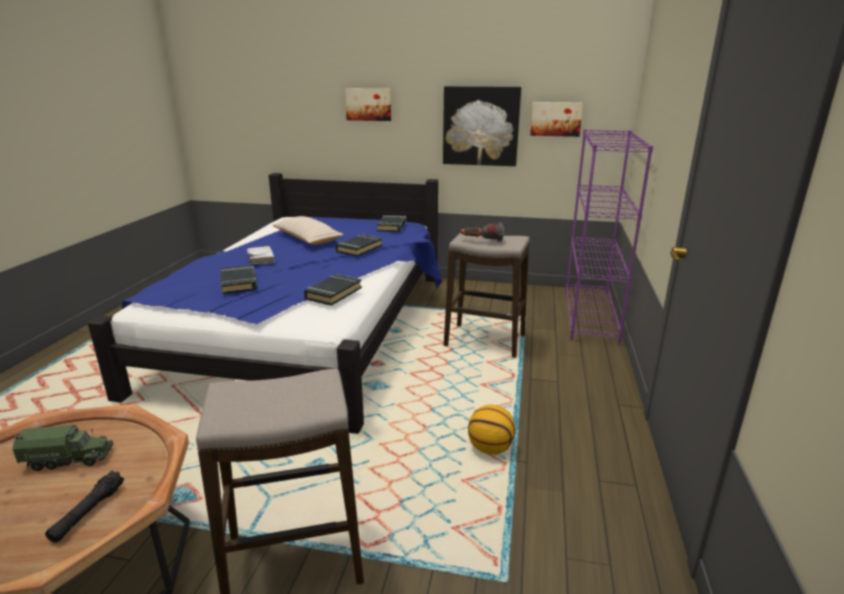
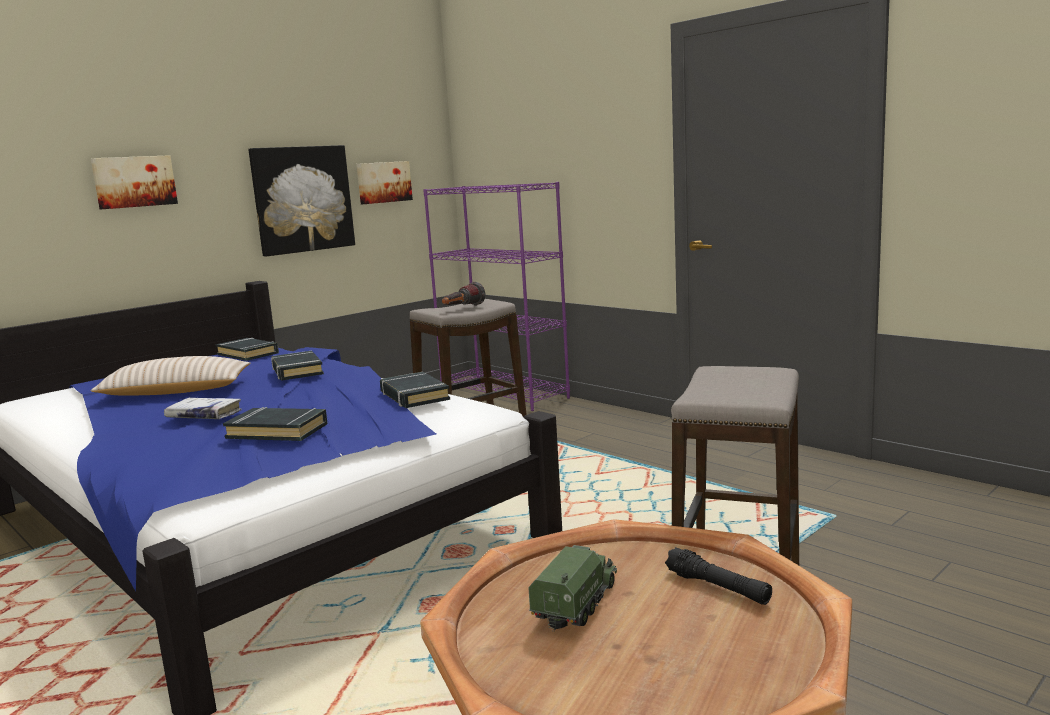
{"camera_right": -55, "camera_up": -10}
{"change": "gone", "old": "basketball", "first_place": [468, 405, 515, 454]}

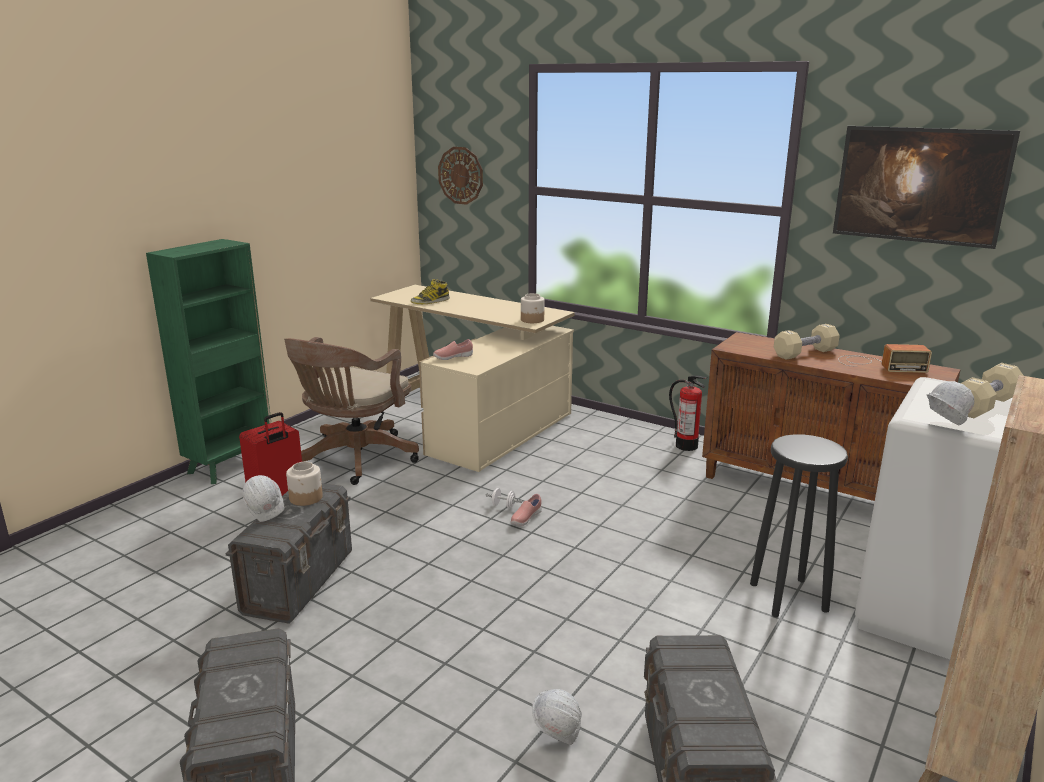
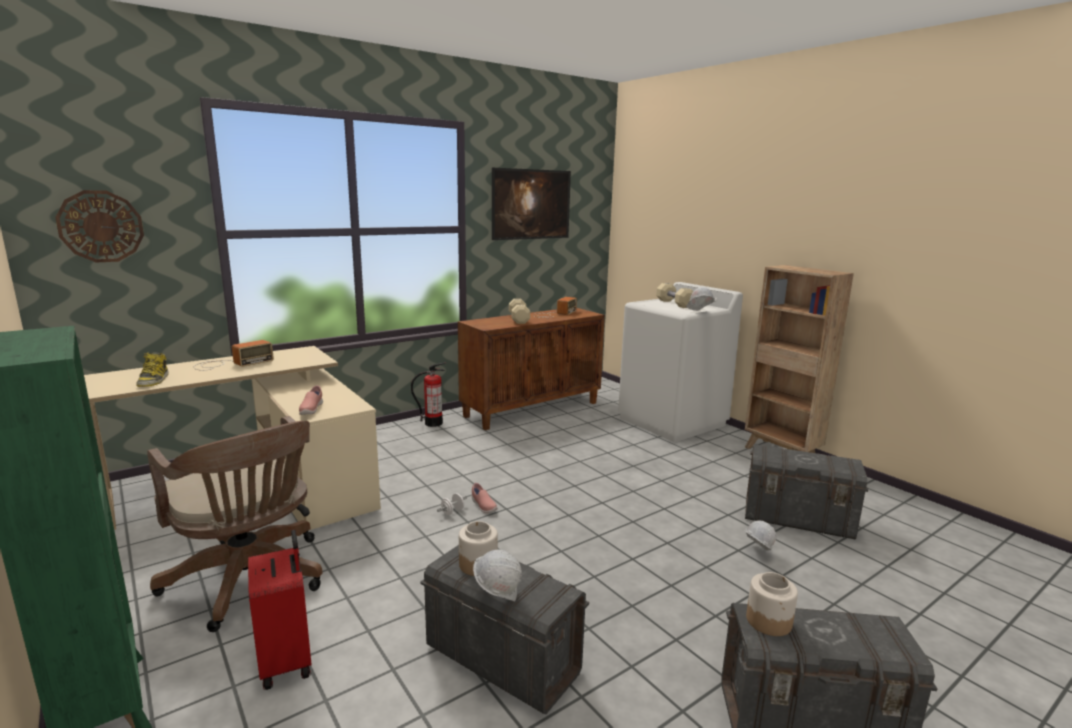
{"camera_right": -70, "camera_up": -5}
{"change": "shifted", "old": "jar", "first_place": [521, 293, 545, 323], "second_place": [746, 572, 798, 636]}
{"change": "gone", "old": "black sitting stool", "first_place": [750, 434, 848, 617]}
{"change": "new", "new": "radio", "second_place": [193, 340, 274, 371]}

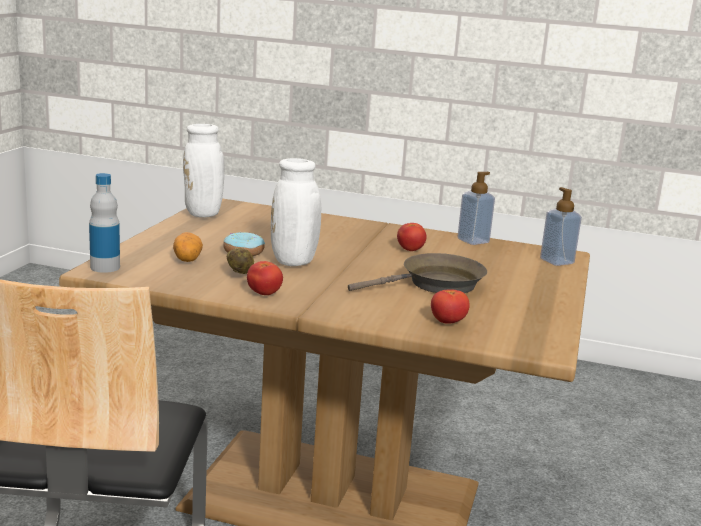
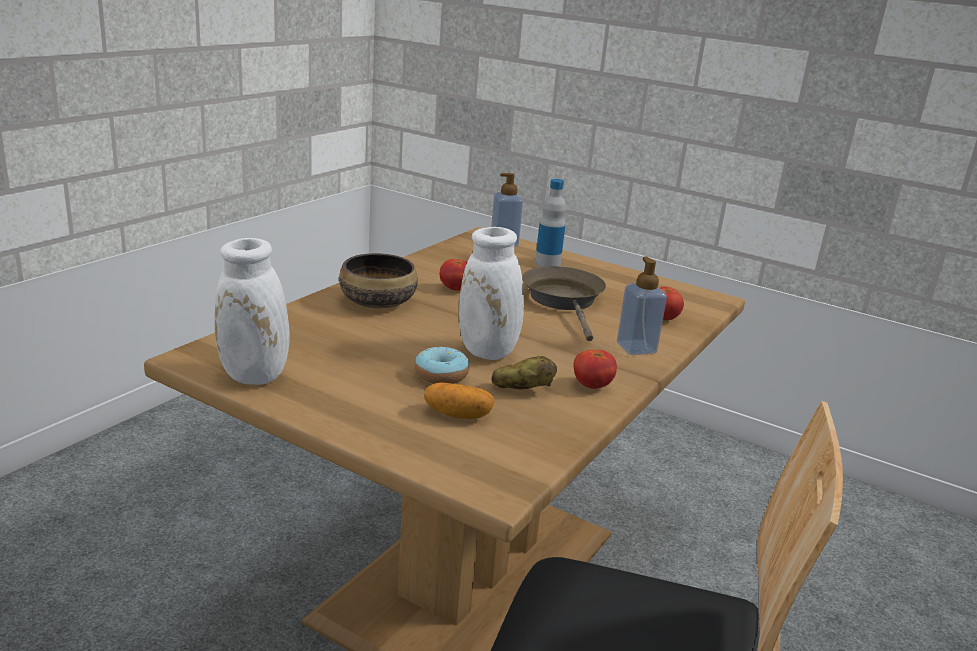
{"camera_right": -75, "camera_up": 5}
{"change": "shifted", "old": "soap dispenser", "first_place": [457, 172, 495, 245], "second_place": [617, 256, 667, 355]}
{"change": "shifted", "old": "beverage bottle", "first_place": [89, 173, 120, 273], "second_place": [535, 179, 566, 267]}
{"change": "new", "new": "bowl", "second_place": [339, 253, 418, 308]}

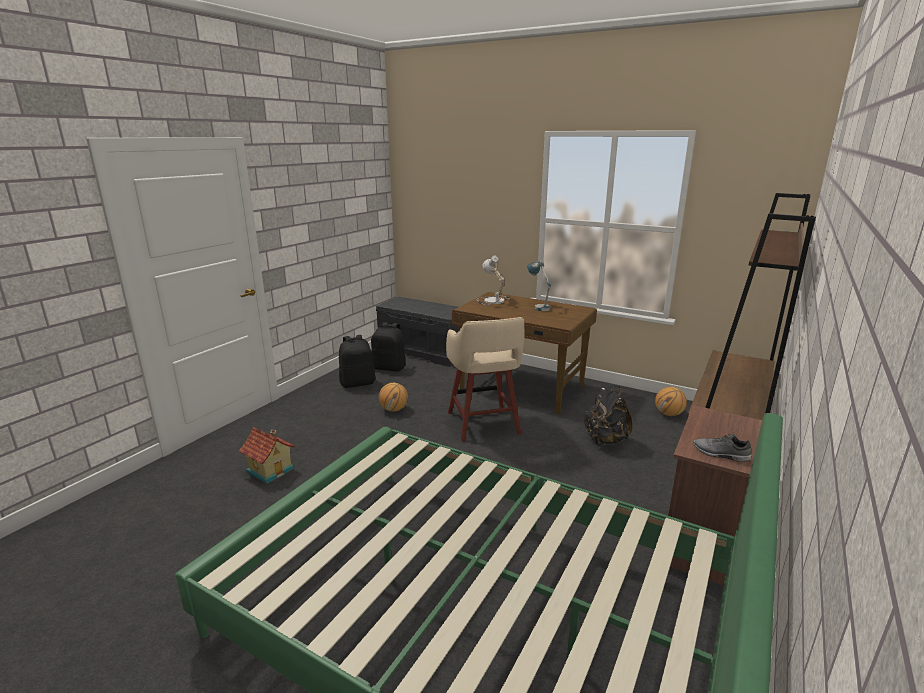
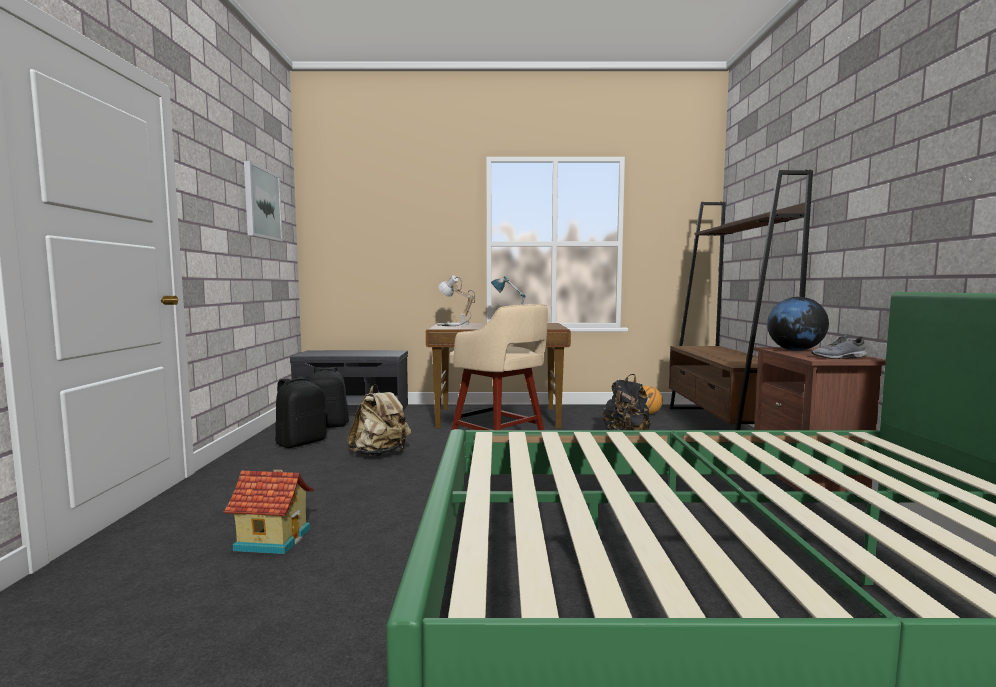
{"camera_right": -30, "camera_up": -15}
{"change": "swapped", "old": "basketball", "new": "beige knapsack", "first_place": [379, 383, 408, 412], "second_place": [347, 384, 411, 456]}
{"change": "new", "new": "wall picture", "second_place": [244, 161, 283, 242]}
{"change": "new", "new": "globe", "second_place": [767, 297, 829, 351]}

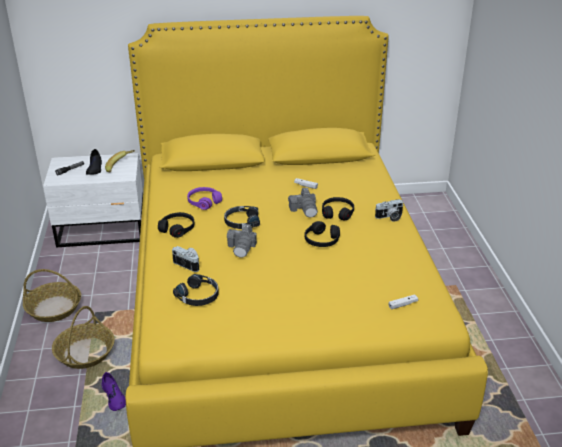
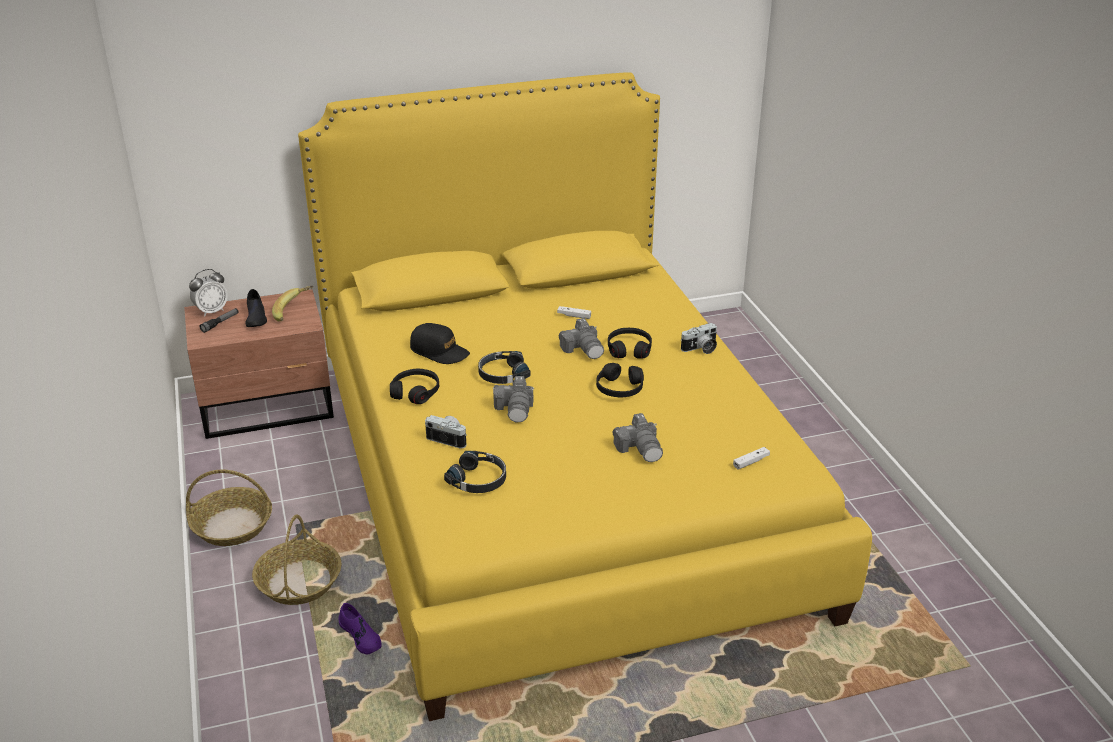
{"camera_right": -10, "camera_up": 0}
{"change": "repainted", "old": "white nightstand", "new": "brownish nightstand", "first_place": [43, 153, 143, 248], "second_place": [184, 289, 334, 439]}
{"change": "swapped", "old": "purple headset", "new": "black cap", "first_place": [187, 187, 222, 210], "second_place": [410, 323, 470, 364]}
{"change": "new", "new": "table clock", "second_place": [189, 269, 228, 317]}
{"change": "new", "new": "still camera", "second_place": [613, 413, 663, 462]}

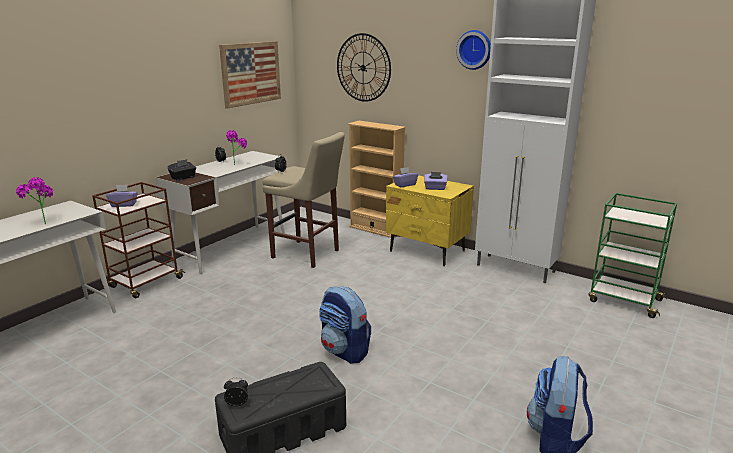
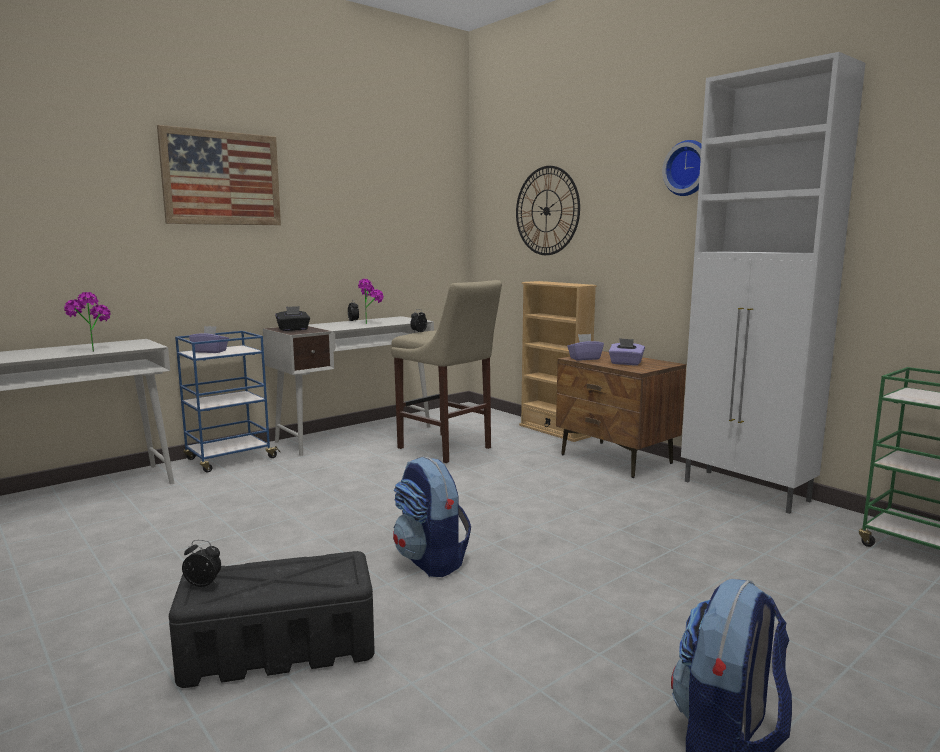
{"camera_right": 15, "camera_up": -10}
{"change": "shifted", "old": "wall picture", "first_place": [219, 41, 281, 109], "second_place": [157, 125, 281, 225]}
{"change": "repainted", "old": "yellowish nightstand", "new": "brownish nightstand", "first_place": [386, 175, 474, 266], "second_place": [556, 351, 686, 478]}
{"change": "repainted", "old": "brownish wheeled cart", "new": "blue-coloured wheeled cart", "first_place": [92, 182, 185, 298], "second_place": [175, 331, 280, 472]}

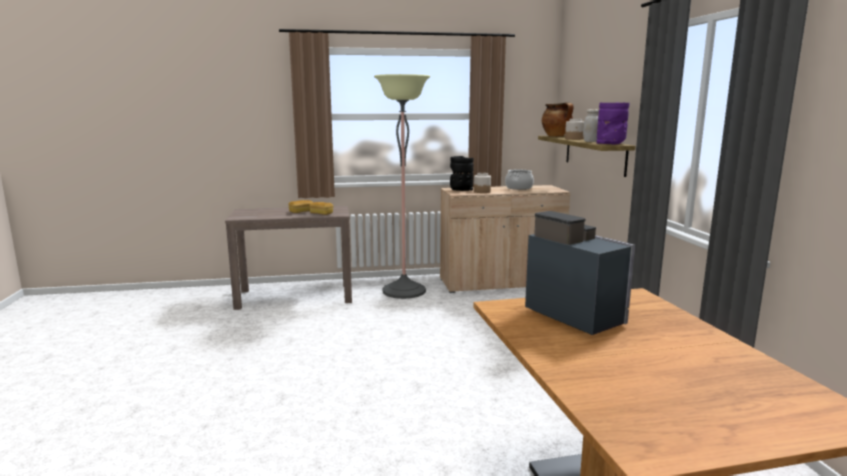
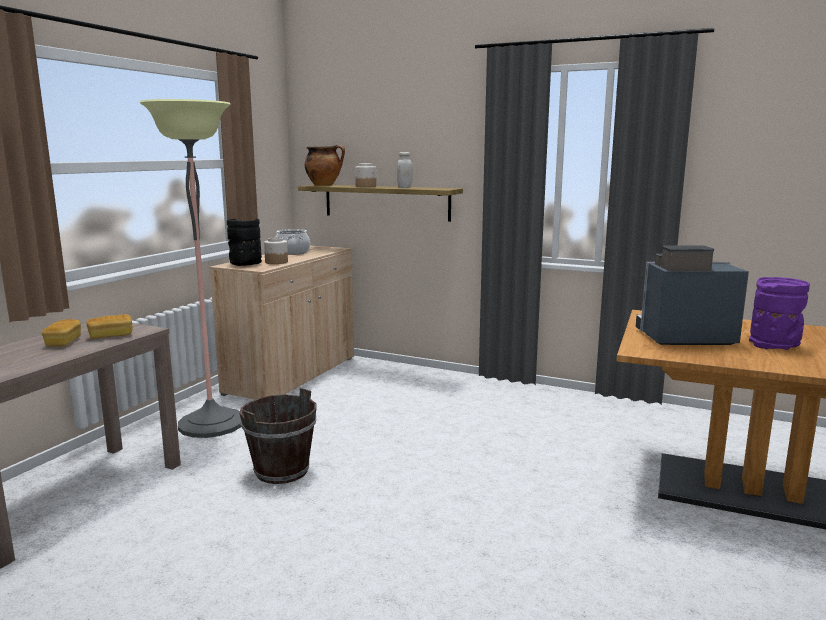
{"camera_right": -55, "camera_up": 0}
{"change": "shifted", "old": "purple decorative vase", "first_place": [596, 103, 629, 145], "second_place": [749, 277, 810, 350]}
{"change": "new", "new": "brownish water bucket", "second_place": [239, 388, 316, 484]}

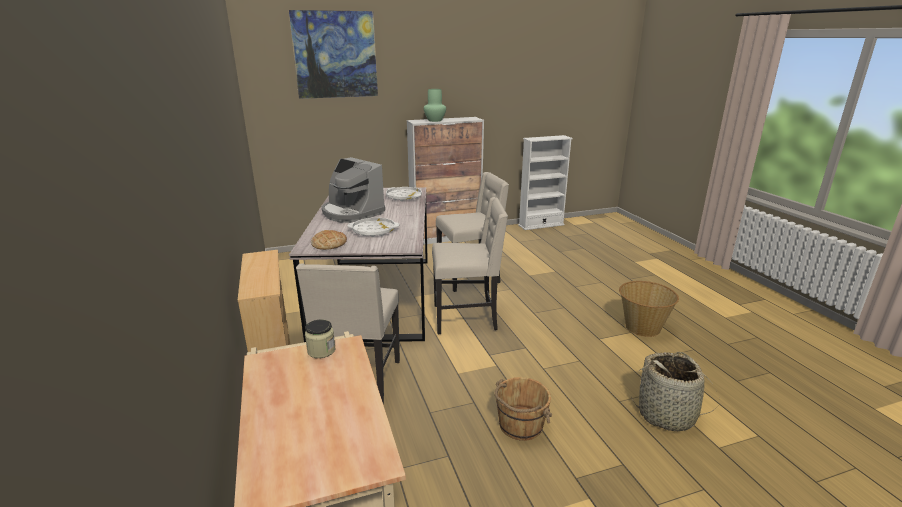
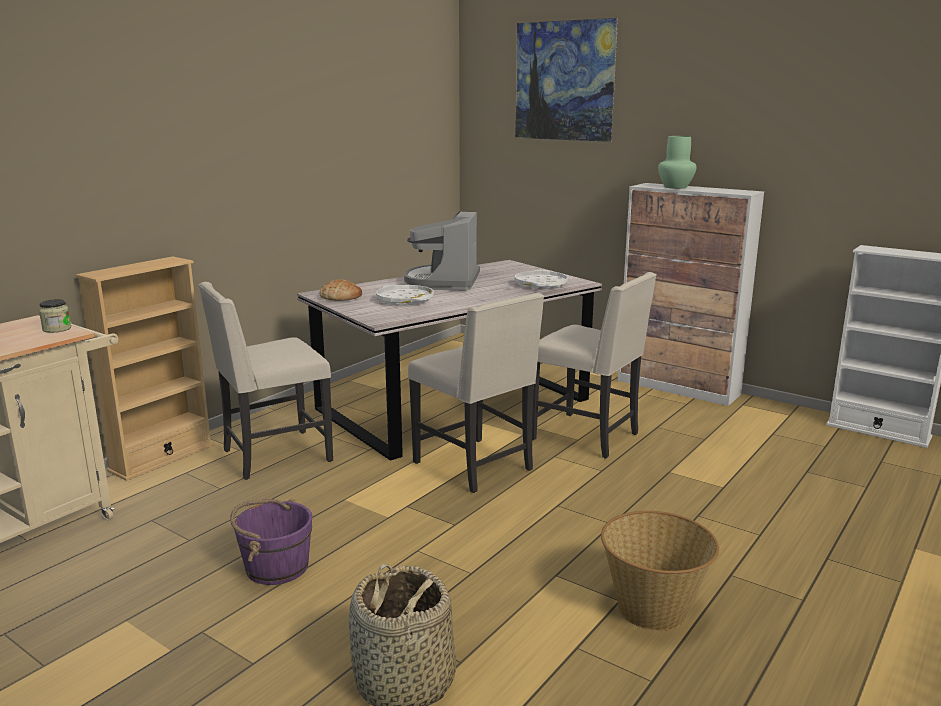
{"camera_right": 55, "camera_up": -5}
{"change": "repainted", "old": "brownish water bucket", "new": "purple water bucket", "first_place": [495, 377, 552, 441], "second_place": [230, 499, 312, 585]}

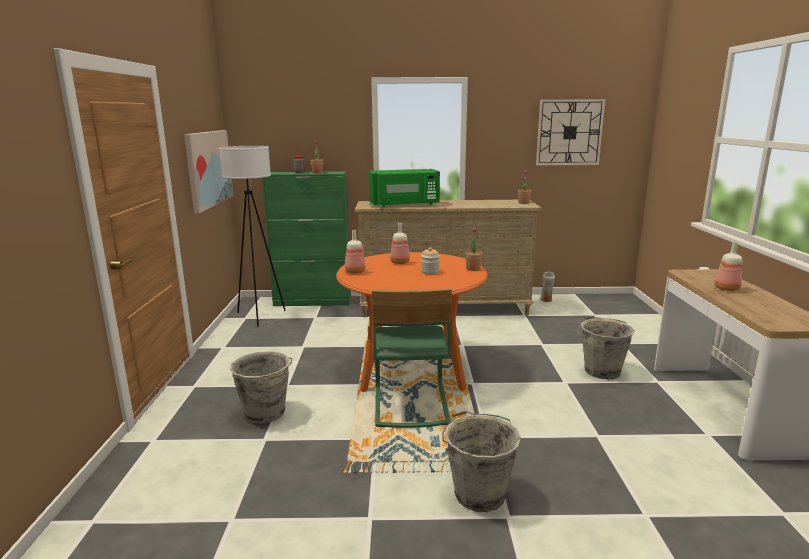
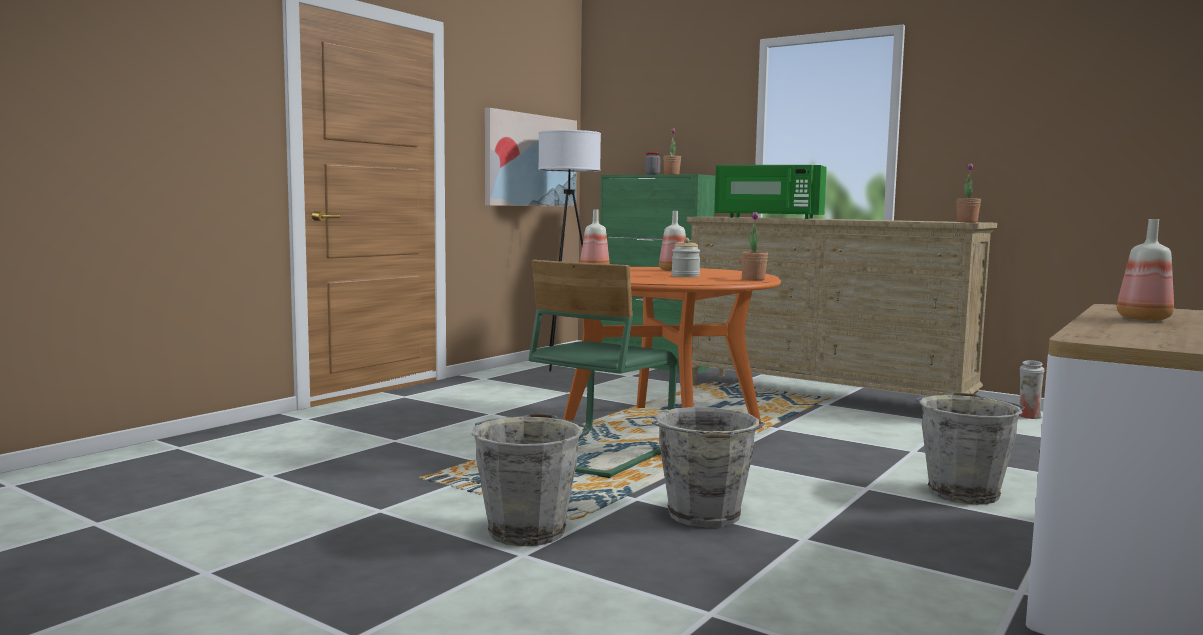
{"camera_right": 35, "camera_up": -10}
{"change": "gone", "old": "wall clock", "first_place": [536, 99, 605, 165]}
{"change": "shifted", "old": "grey water bucket", "first_place": [230, 351, 292, 423], "second_place": [652, 407, 765, 528]}

